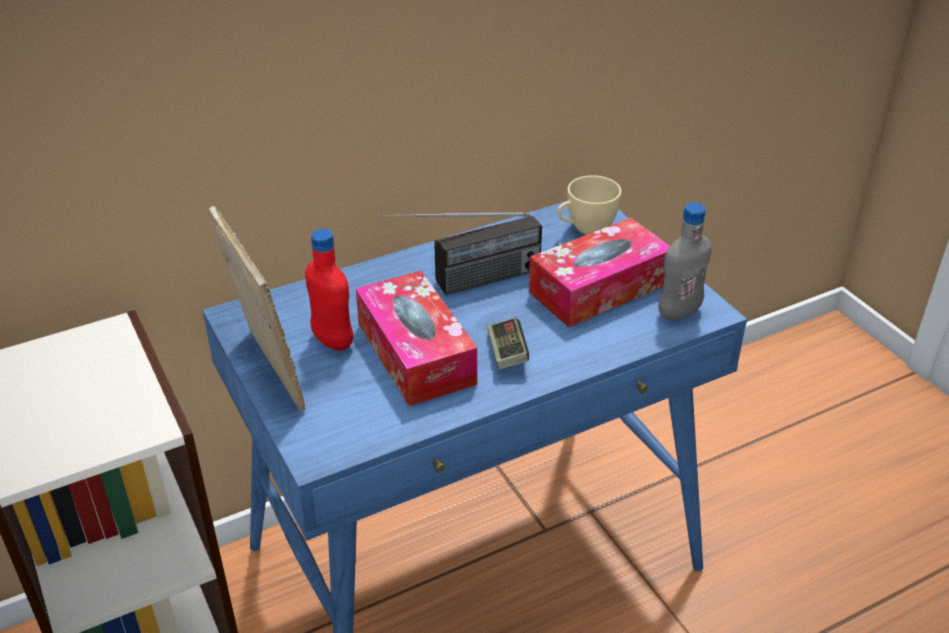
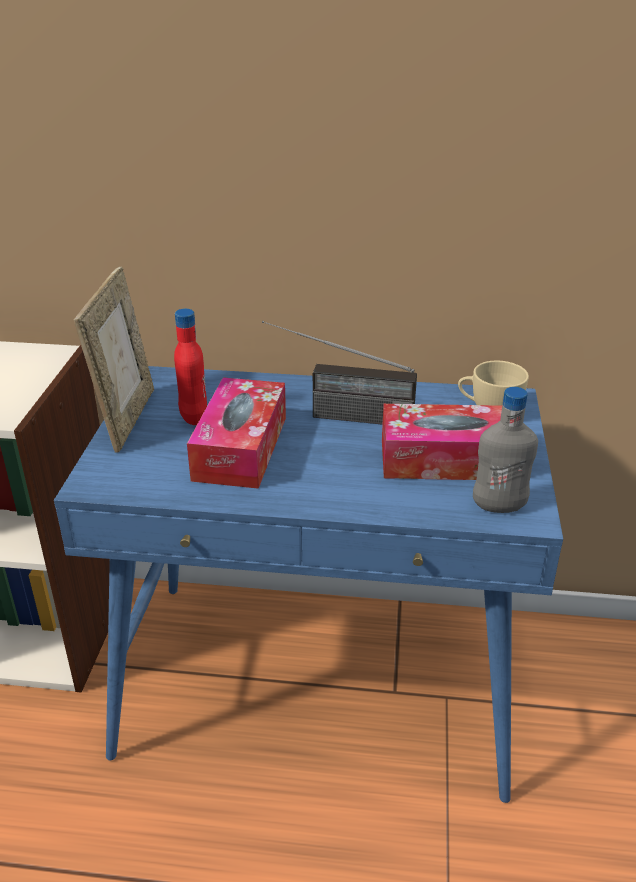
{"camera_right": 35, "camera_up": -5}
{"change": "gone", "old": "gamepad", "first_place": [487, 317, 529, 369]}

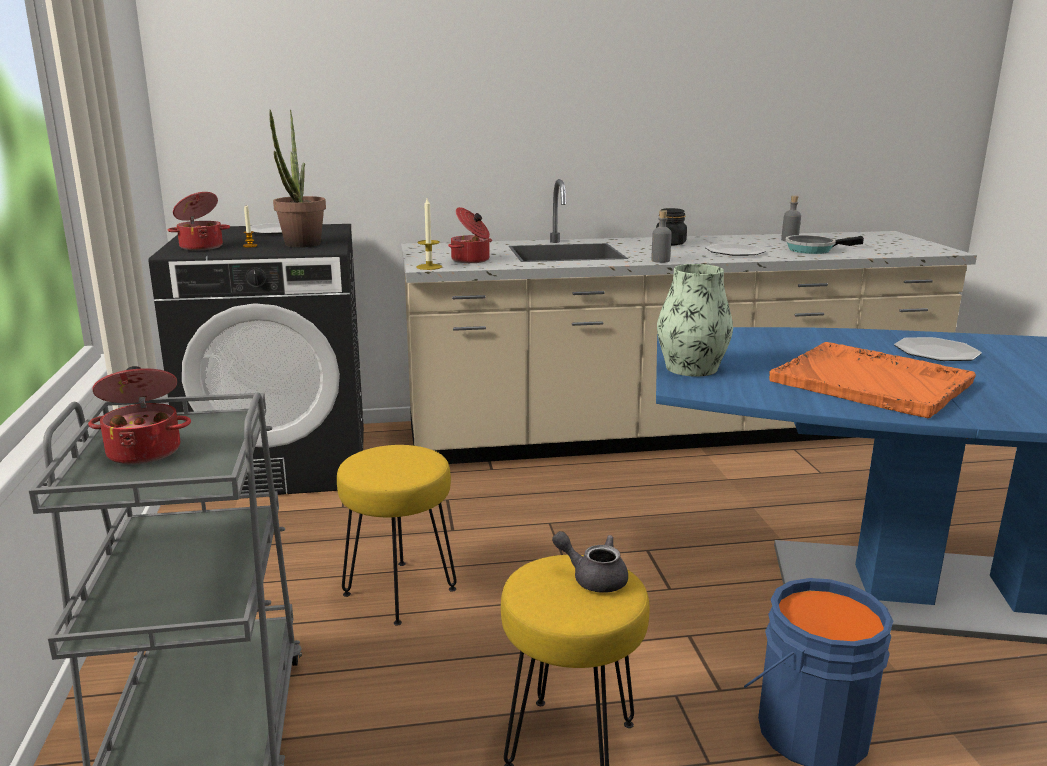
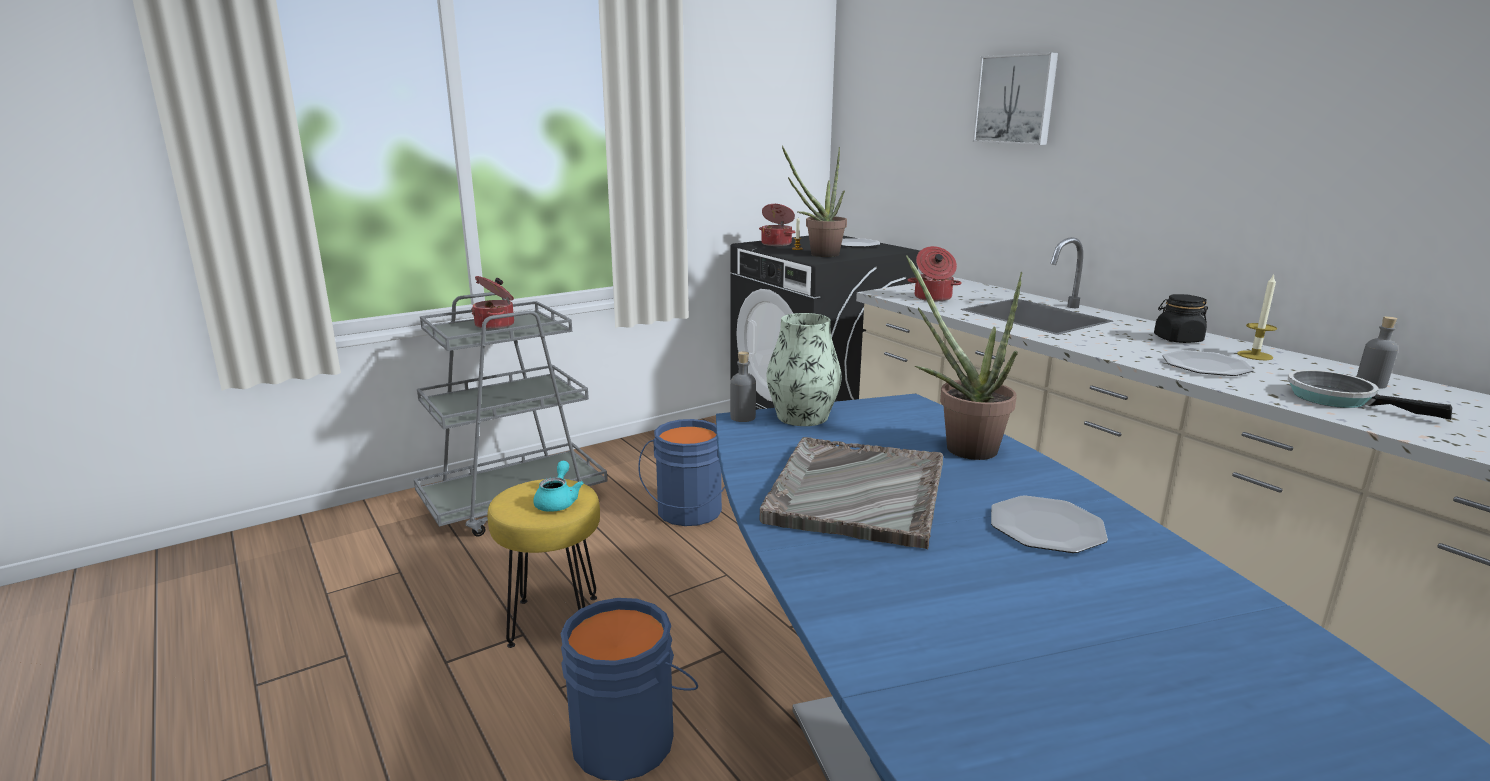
{"camera_right": 65, "camera_up": 0}
{"change": "shifted", "old": "candle", "first_place": [416, 198, 442, 270], "second_place": [1237, 274, 1277, 360]}
{"change": "shifted", "old": "grey beverage bottle", "first_place": [651, 210, 672, 263], "second_place": [730, 351, 756, 422]}
{"change": "repainted", "old": "orangey carrying tray", "new": "grey carrying tray", "first_place": [769, 342, 976, 418], "second_place": [759, 437, 943, 549]}
{"change": "swapped", "old": "yellowish sitting stool", "new": "blue-coloured water bucket", "first_place": [337, 445, 457, 626], "second_place": [638, 419, 725, 526]}
{"change": "repainted", "old": "grey tea pot", "new": "blue-green tea pot", "first_place": [552, 531, 628, 592], "second_place": [533, 461, 584, 512]}
{"change": "new", "new": "wall picture", "second_place": [973, 52, 1058, 145]}
{"change": "new", "new": "plant in a pot", "second_place": [906, 255, 1023, 460]}

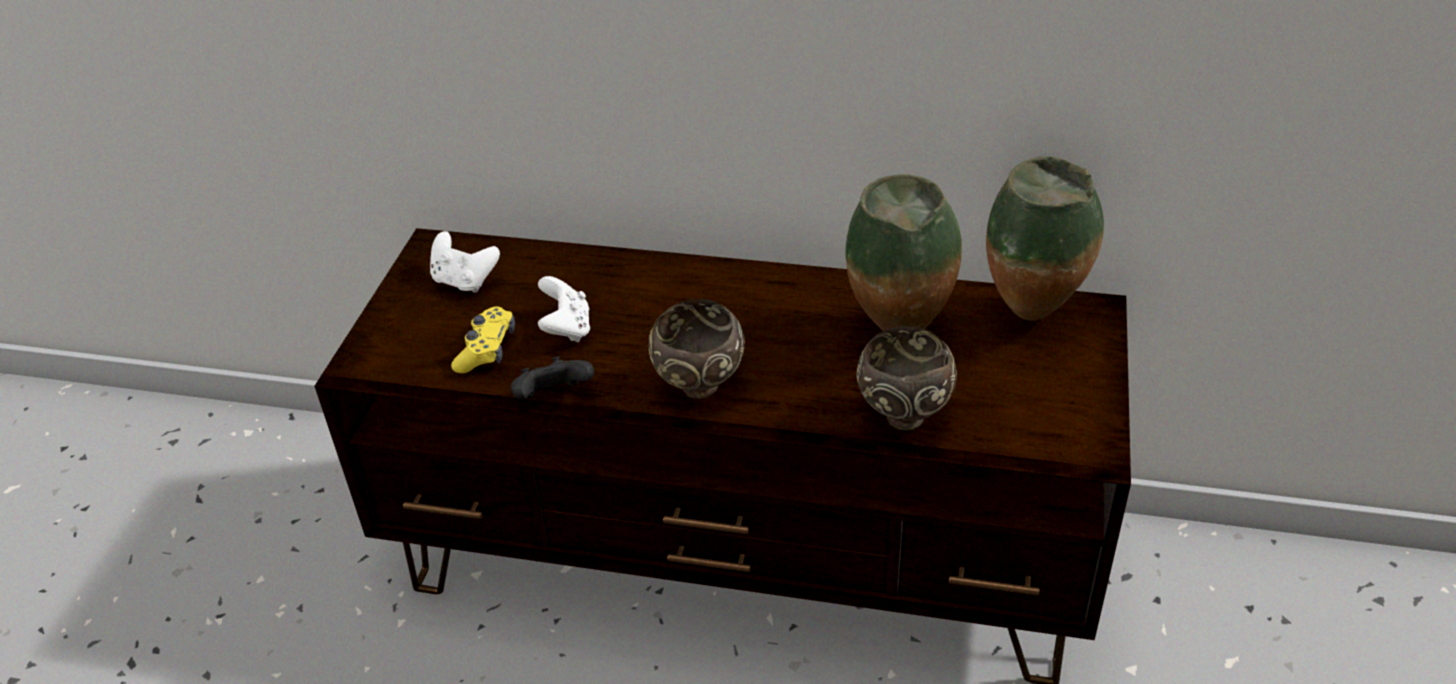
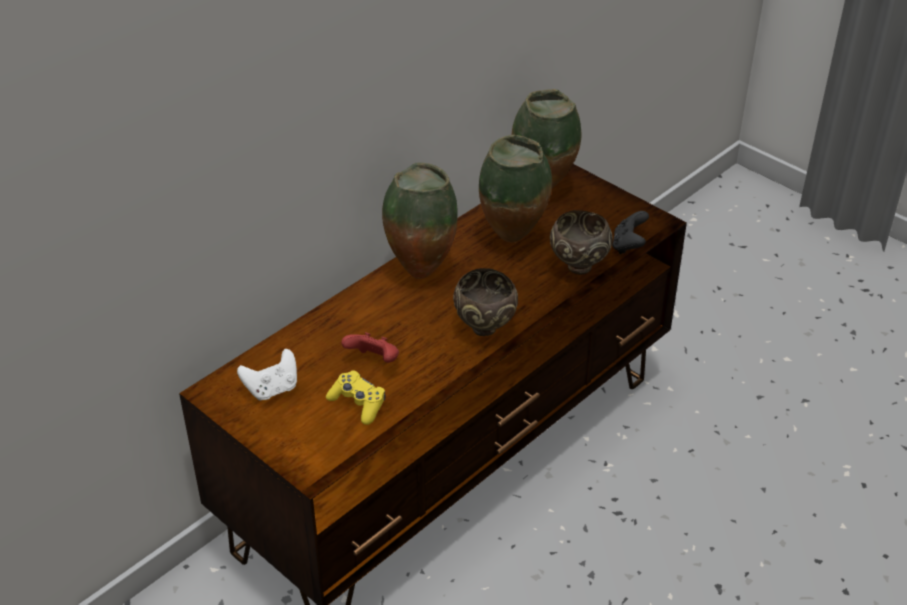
{"camera_right": -60, "camera_up": 0}
{"change": "repainted", "old": "white gamepad", "new": "red-coloured gamepad", "first_place": [538, 276, 590, 342], "second_place": [341, 332, 399, 363]}
{"change": "shifted", "old": "black gamepad", "first_place": [511, 356, 594, 399], "second_place": [612, 211, 649, 254]}
{"change": "new", "new": "decorative vase", "second_place": [382, 162, 458, 279]}

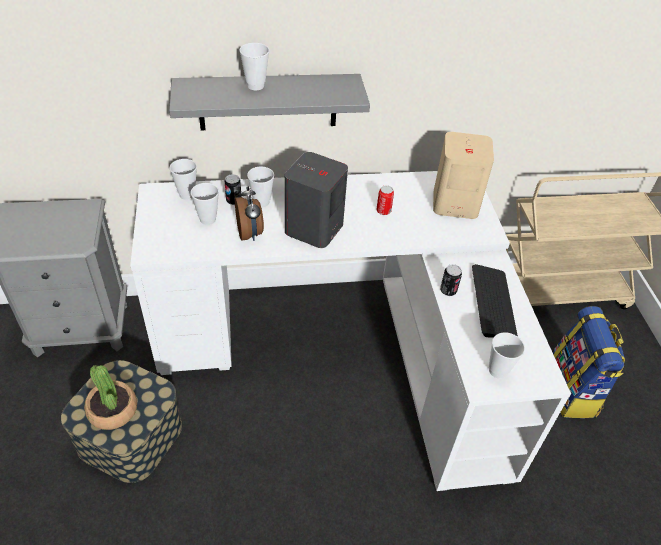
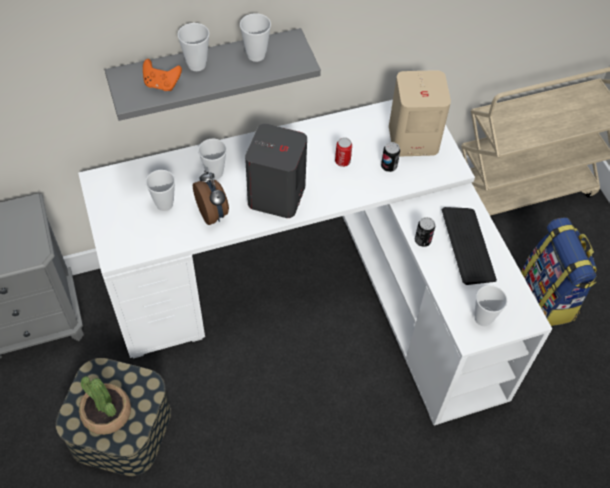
{"camera_right": -10, "camera_up": 10}
{"change": "shifted", "old": "small cup", "first_place": [170, 159, 197, 200], "second_place": [240, 13, 271, 62]}
{"change": "shifted", "old": "metal can", "first_place": [225, 174, 241, 205], "second_place": [381, 142, 400, 172]}
{"change": "new", "new": "orangey gamepad", "second_place": [143, 59, 182, 91]}

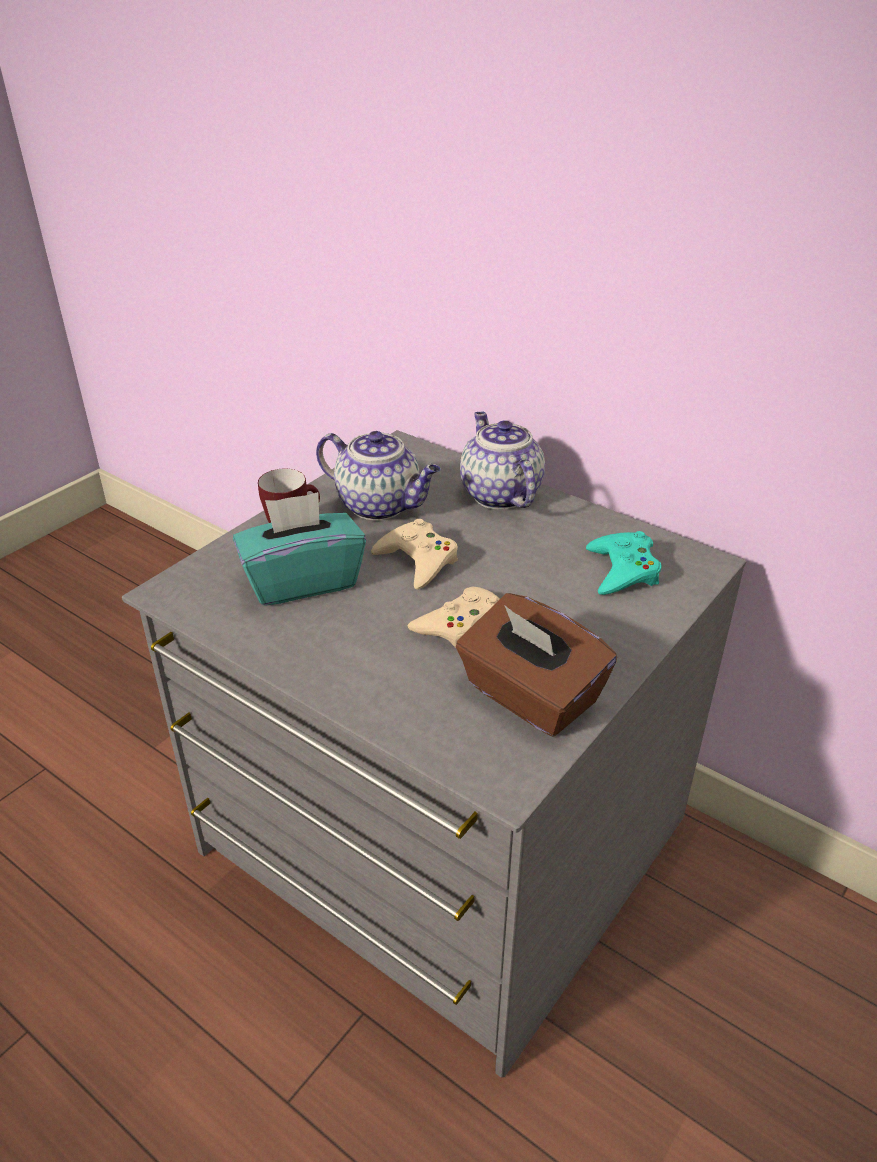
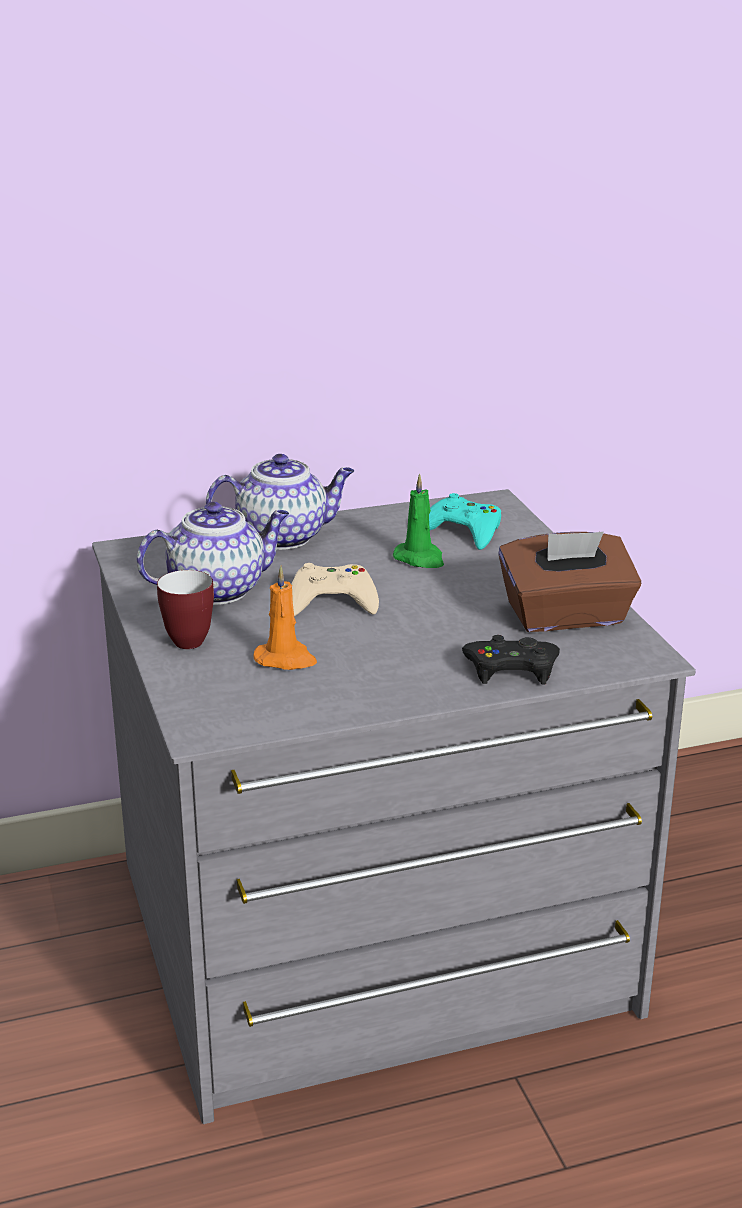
{"camera_right": -55, "camera_up": -10}
{"change": "rotated", "old": "tea pot", "first_place": [460, 412, 545, 509], "second_place": [206, 454, 354, 550], "degrees": 150}
{"change": "swapped", "old": "blue-green tissue box", "new": "orangey candle", "first_place": [233, 492, 366, 606], "second_place": [253, 566, 317, 670]}
{"change": "gone", "old": "beige gamepad", "first_place": [408, 587, 500, 648]}
{"change": "new", "new": "greenish candle", "second_place": [393, 474, 444, 568]}
{"change": "new", "new": "black gamepad", "second_place": [462, 635, 560, 684]}

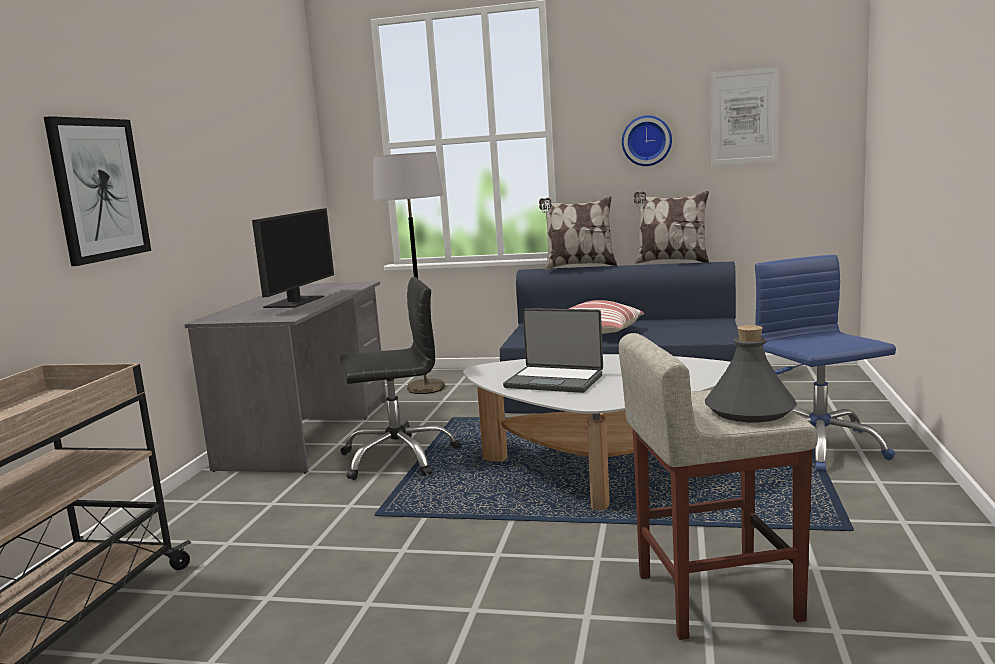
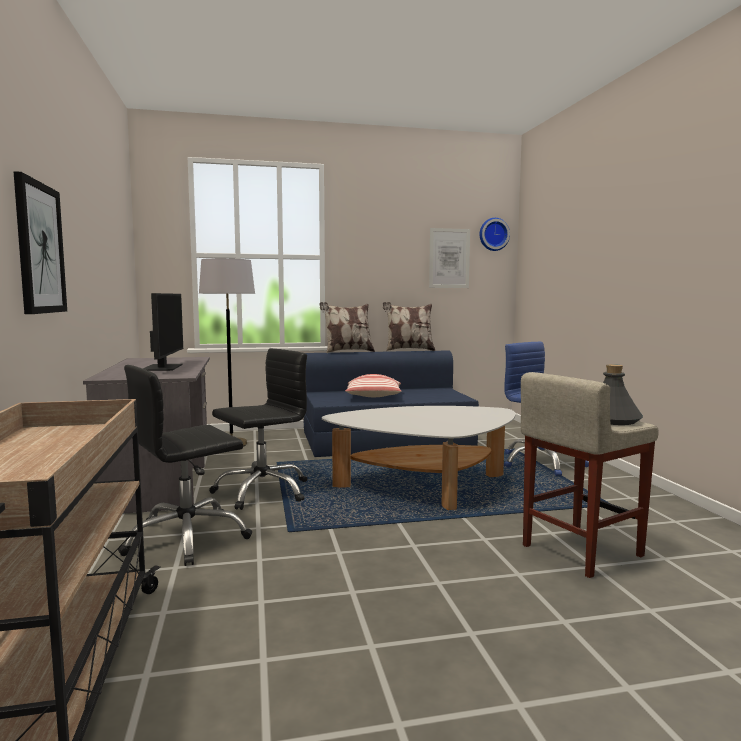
{"camera_right": -25, "camera_up": -5}
{"change": "shifted", "old": "wall clock", "first_place": [622, 115, 672, 166], "second_place": [479, 218, 510, 251]}
{"change": "gone", "old": "laptop", "first_place": [503, 308, 603, 393]}
{"change": "new", "new": "black desk chair", "second_place": [118, 365, 252, 566]}

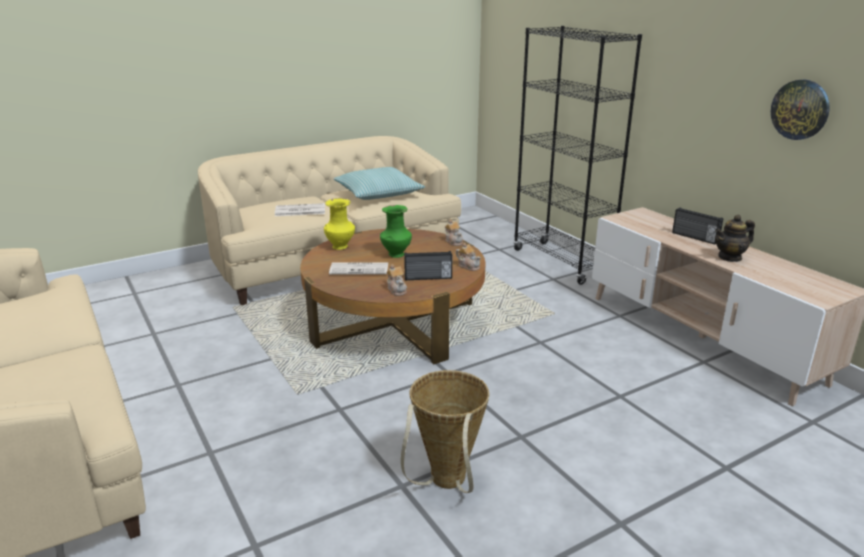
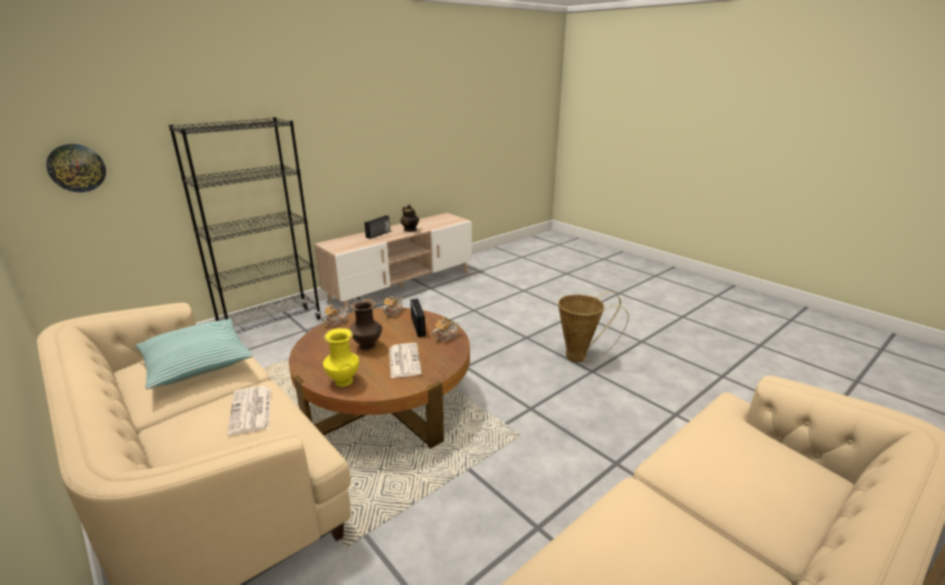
{"camera_right": -100, "camera_up": 0}
{"change": "shifted", "old": "wall clock", "first_place": [771, 80, 830, 140], "second_place": [46, 144, 106, 192]}
{"change": "repainted", "old": "greenish decorative vase", "new": "brownish decorative vase", "first_place": [380, 205, 412, 258], "second_place": [350, 299, 382, 351]}

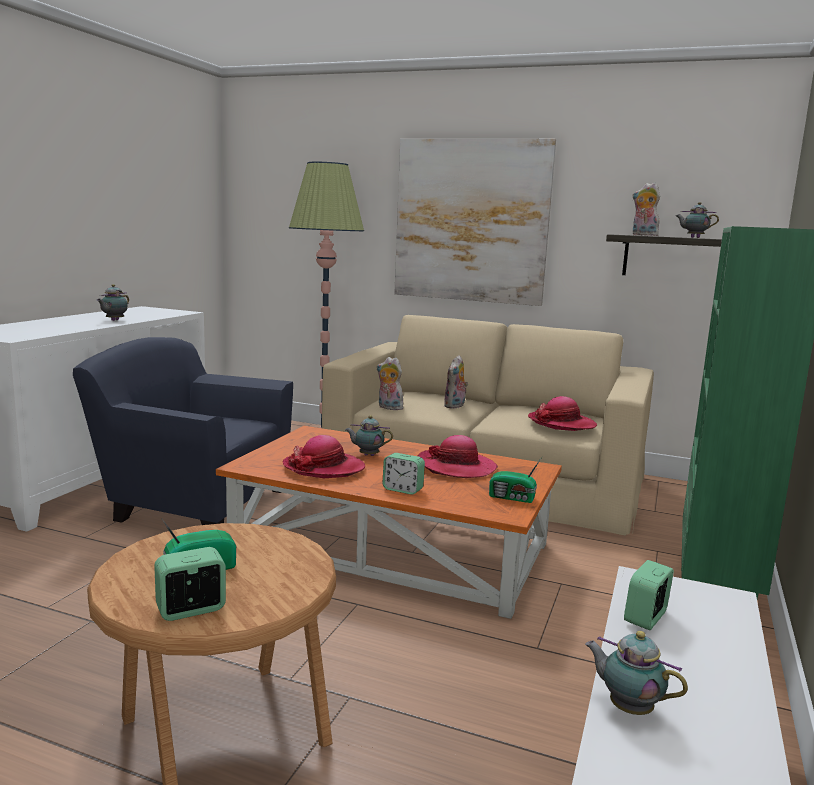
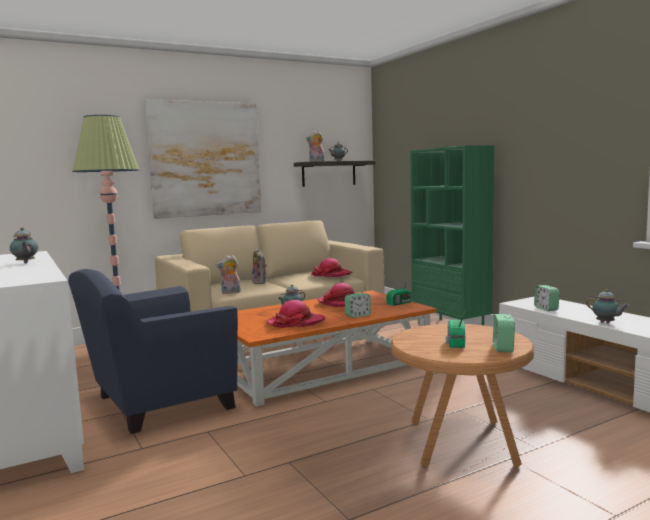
{"camera_right": -50, "camera_up": -5}
{"change": "rotated", "old": "tea pot", "first_place": [585, 631, 688, 715], "second_place": [586, 289, 629, 323], "degrees": -120}

